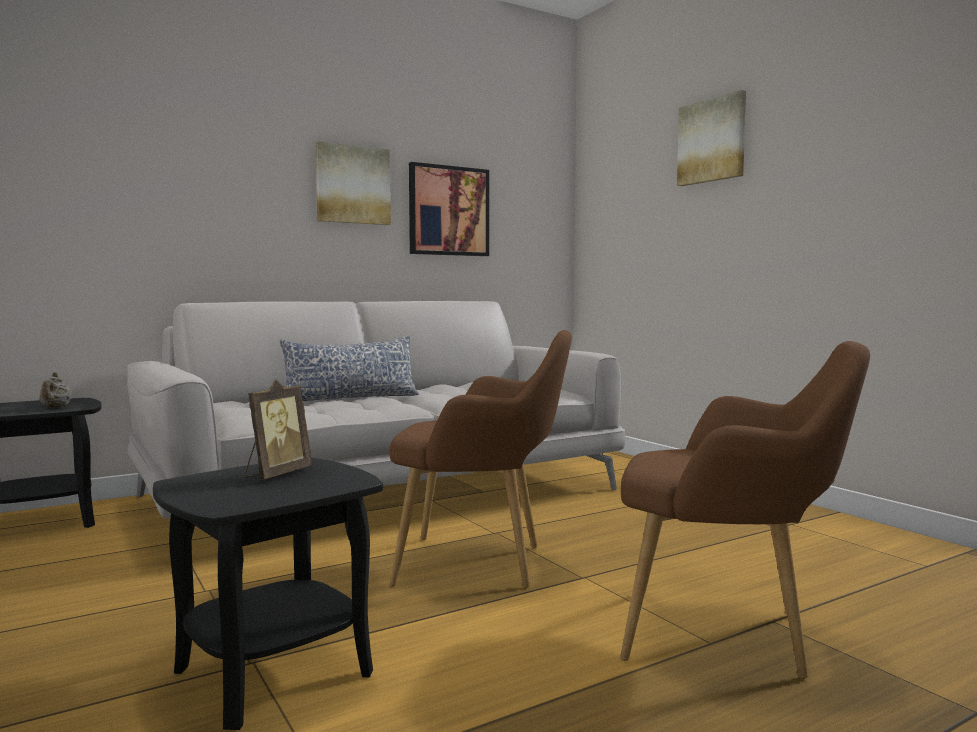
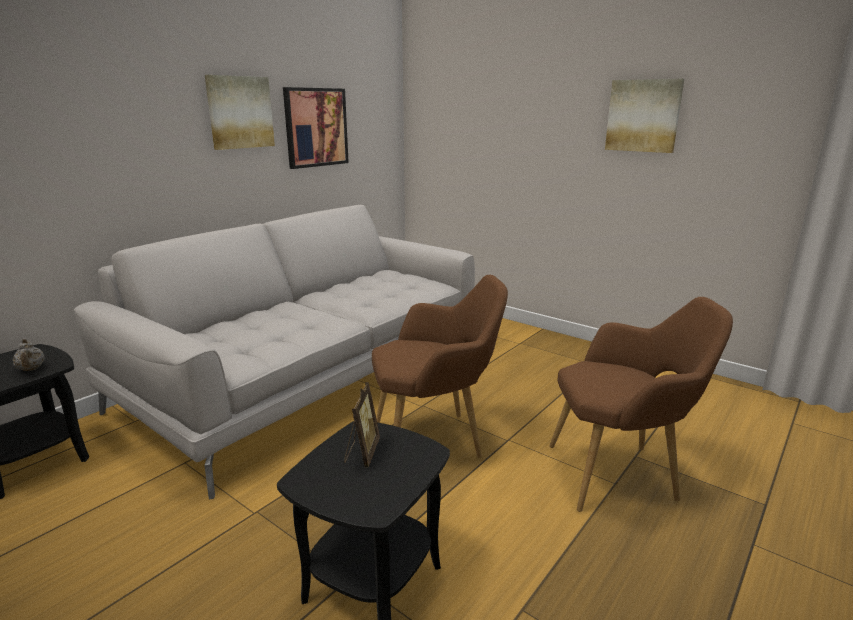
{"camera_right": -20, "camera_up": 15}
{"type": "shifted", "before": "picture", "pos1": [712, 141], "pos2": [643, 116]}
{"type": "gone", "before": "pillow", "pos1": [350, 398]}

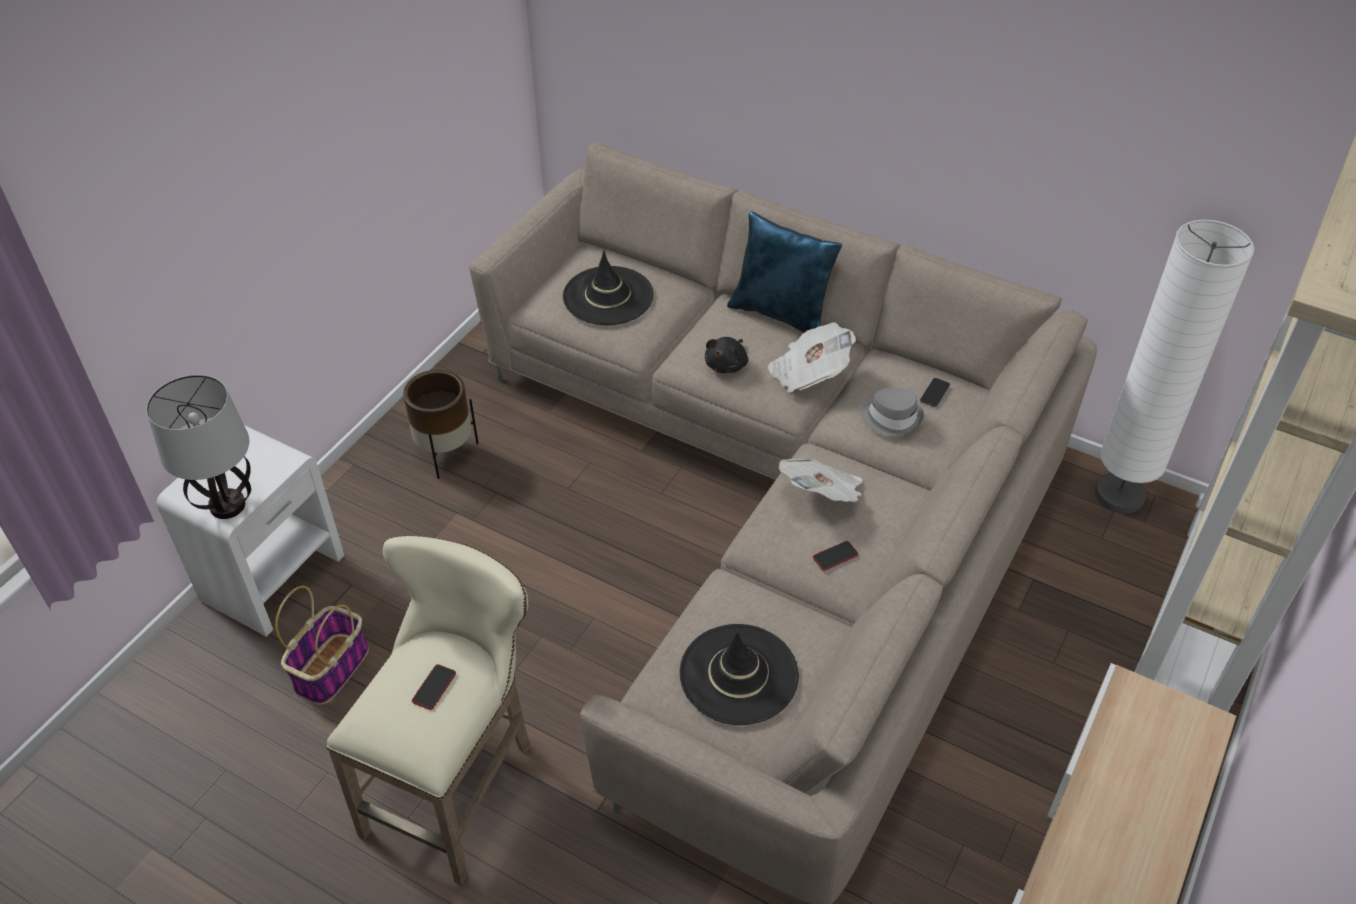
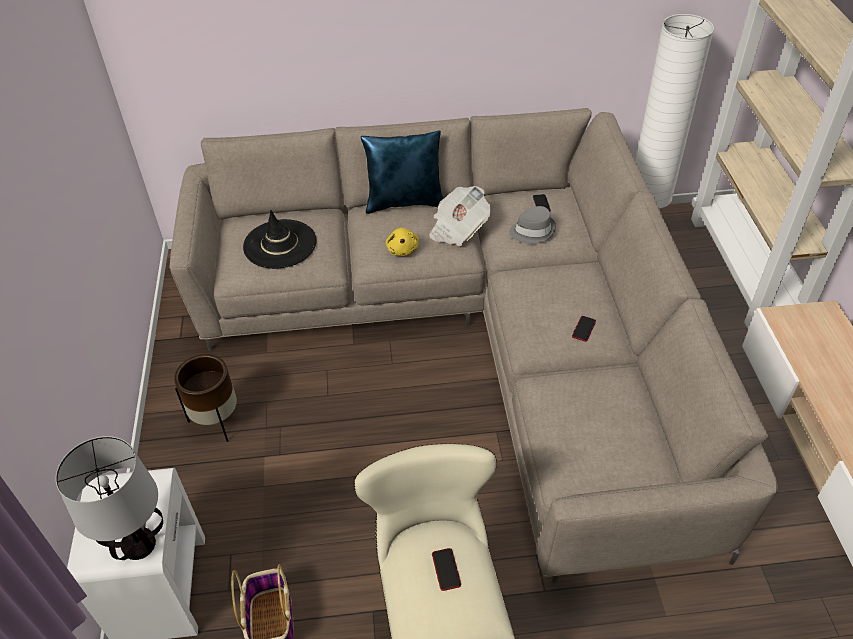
{"camera_right": -35, "camera_up": 0}
{"type": "repainted", "before": "plush toy (black)", "after": "plush toy (yellow)", "pos1": [727, 365], "pos2": [402, 249]}
{"type": "gone", "before": "newspaper", "pos1": [822, 494]}
{"type": "gone", "before": "hat (black)", "pos1": [738, 674]}

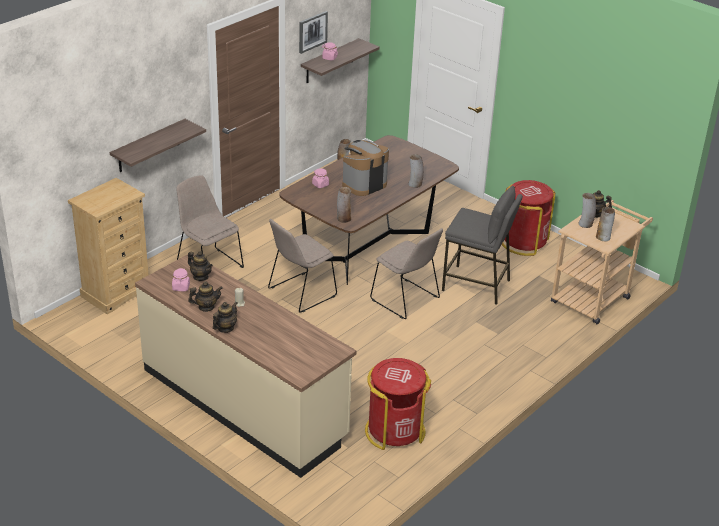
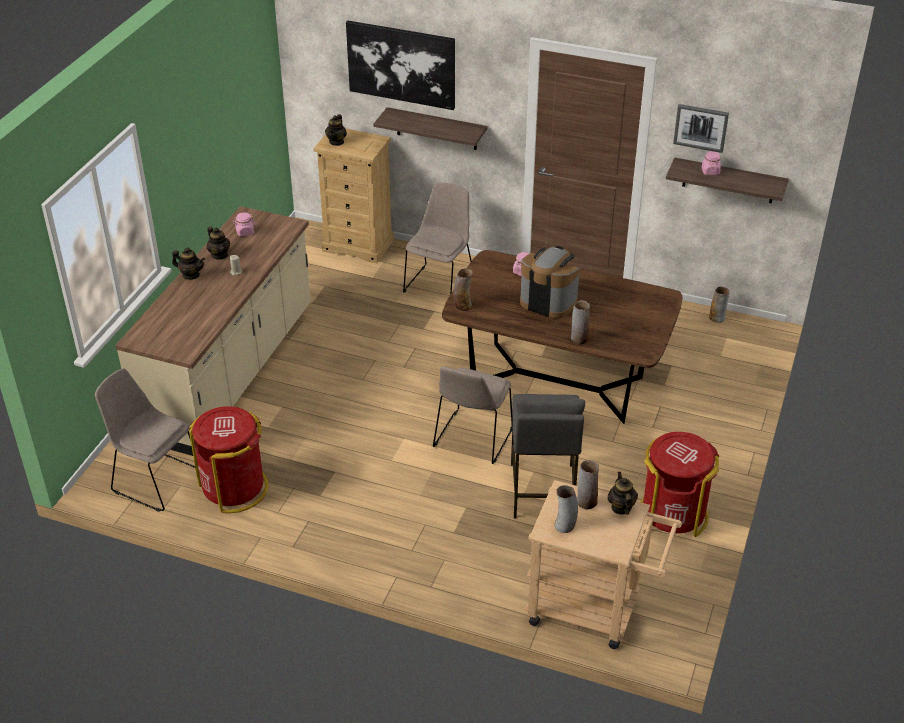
{"camera_right": 70, "camera_up": 5}
{"type": "shifted", "before": "chair (beige)", "pos1": [300, 293], "pos2": [155, 479]}
{"type": "shifted", "before": "teapot", "pos1": [201, 277], "pos2": [336, 142]}
{"type": "new", "after": "picture", "pos2": [401, 64]}

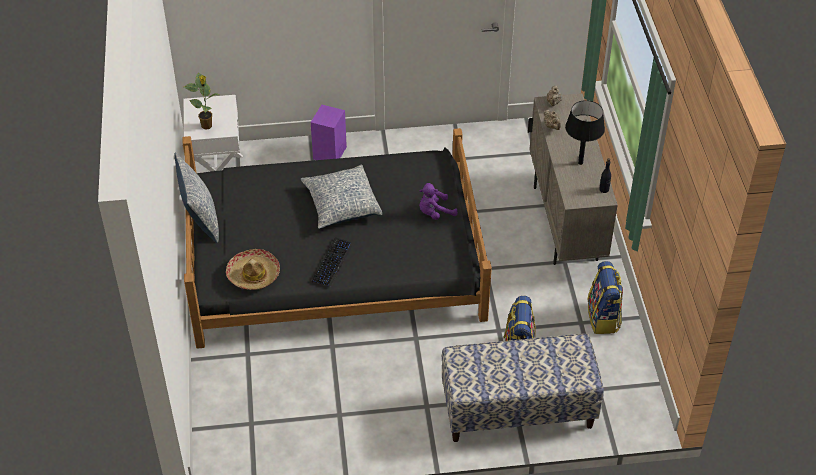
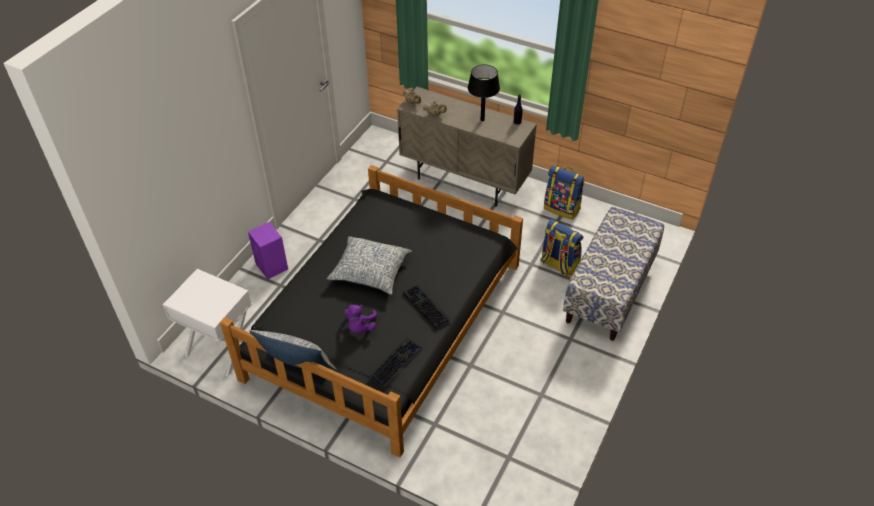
{"camera_right": -55, "camera_up": 0}
{"type": "gone", "before": "potted plant", "pos1": [207, 126]}
{"type": "shifted", "before": "plush toy (purple)", "pos1": [435, 213], "pos2": [360, 327]}
{"type": "swapped", "before": "hat", "after": "keyboard", "pos1": [253, 275], "pos2": [396, 363]}

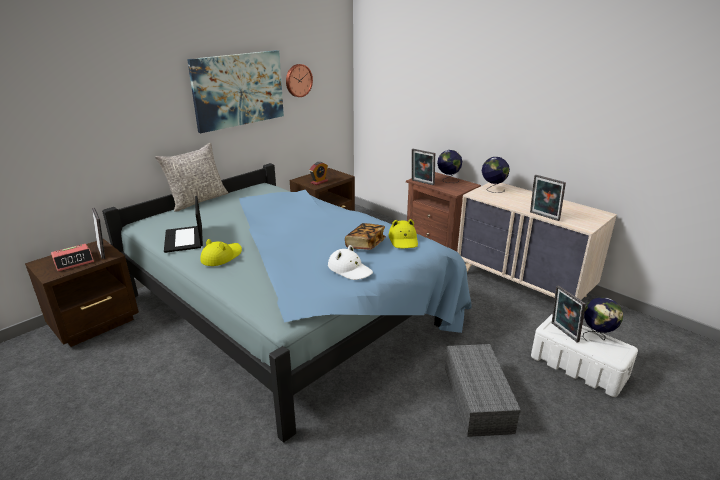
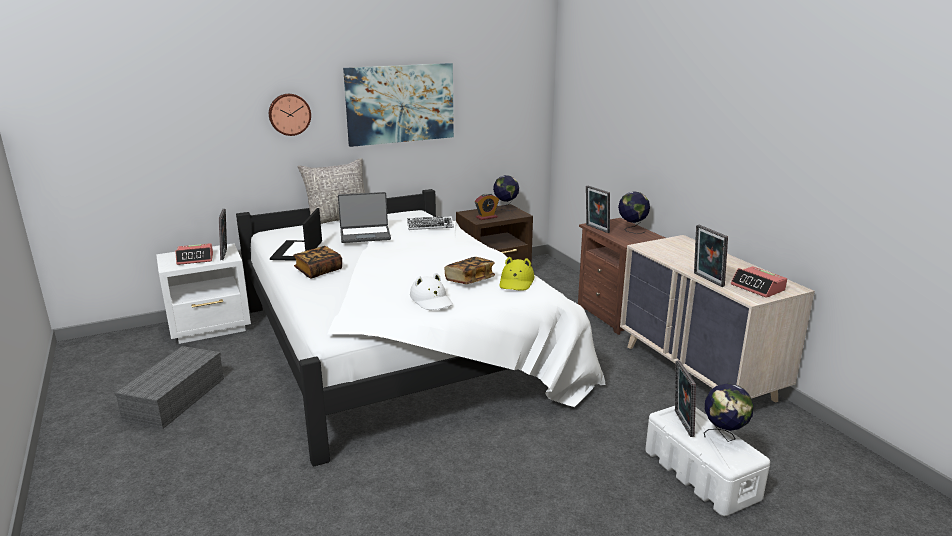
{"camera_right": 20, "camera_up": -5}
{"type": "shifted", "before": "wall clock", "pos1": [298, 80], "pos2": [289, 114]}
{"type": "shifted", "before": "globe", "pos1": [492, 189], "pos2": [505, 207]}
{"type": "repainted", "before": "bed (blue)", "after": "bed (white)", "pos1": [291, 309], "pos2": [402, 349]}
{"type": "repainted", "before": "nightstand (brown)", "after": "nightstand (white)", "pos1": [96, 323], "pos2": [211, 328]}
{"type": "swapped", "before": "hat (yellow)", "after": "book", "pos1": [221, 256], "pos2": [318, 271]}
{"type": "shifted", "before": "storage box (grey)", "pos1": [479, 400], "pos2": [175, 399]}
{"type": "new", "after": "laptop", "pos2": [365, 235]}
{"type": "new", "after": "keyboard", "pos2": [430, 226]}
{"type": "new", "after": "alarm clock", "pos2": [758, 288]}

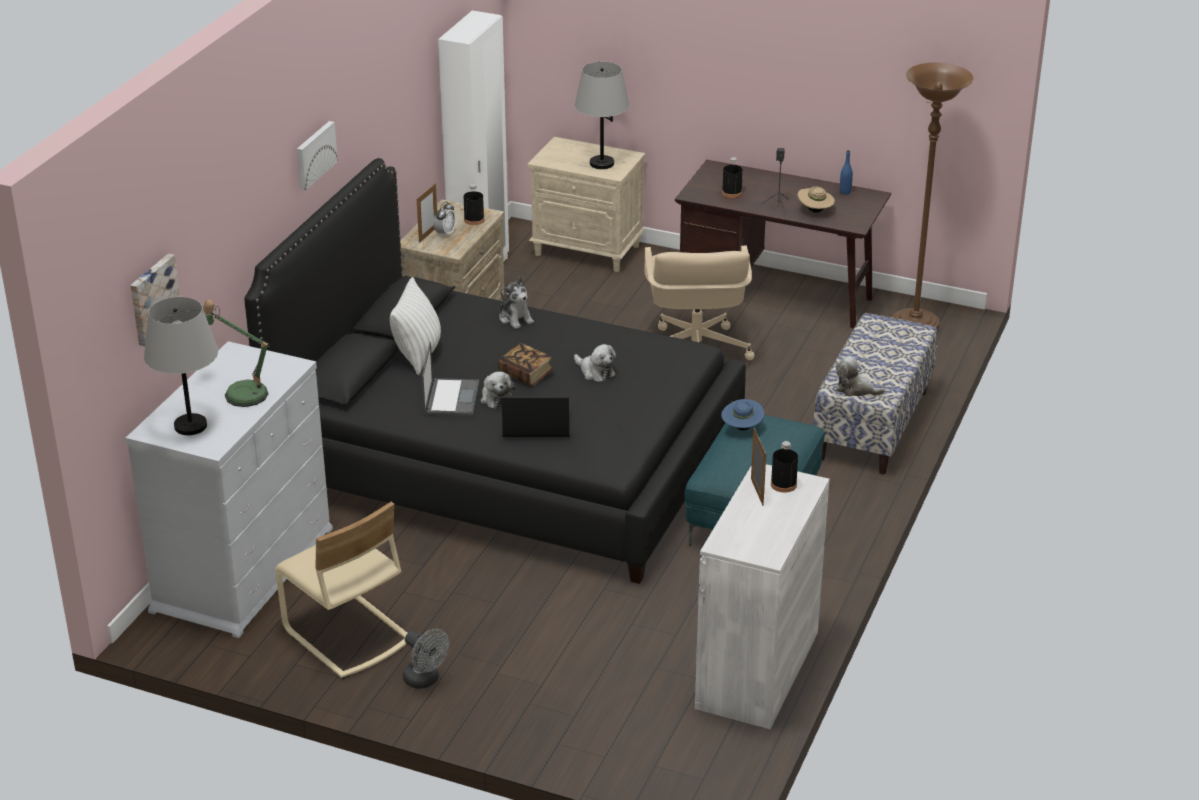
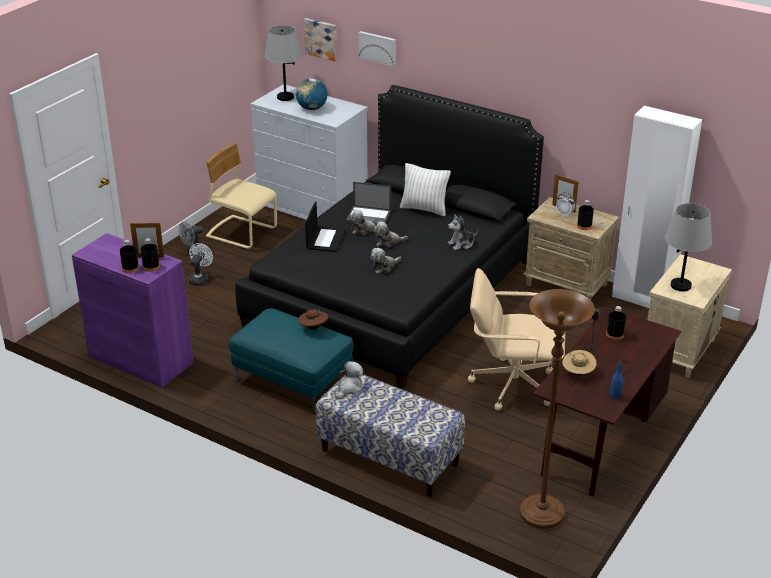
{"camera_right": 100, "camera_up": 0}
{"type": "shifted", "before": "picture", "pos1": [314, 154], "pos2": [378, 48]}
{"type": "swapped", "before": "table lamp", "after": "globe", "pos1": [240, 392], "pos2": [312, 108]}
{"type": "swapped", "before": "book", "after": "plush toy", "pos1": [526, 374], "pos2": [388, 242]}
{"type": "repainted", "before": "hat (blue)", "after": "hat (brown)", "pos1": [742, 428], "pos2": [313, 328]}
{"type": "repainted", "before": "cabinet (white)", "after": "cabinet (purple)", "pos1": [757, 670], "pos2": [141, 359]}
{"type": "rotated", "before": "chair (beige)", "pos1": [347, 636], "pos2": [242, 233], "turn": 60}
{"type": "new", "after": "bottle (black)", "pos2": [130, 268]}
{"type": "new", "after": "fan (white)", "pos2": [200, 279]}

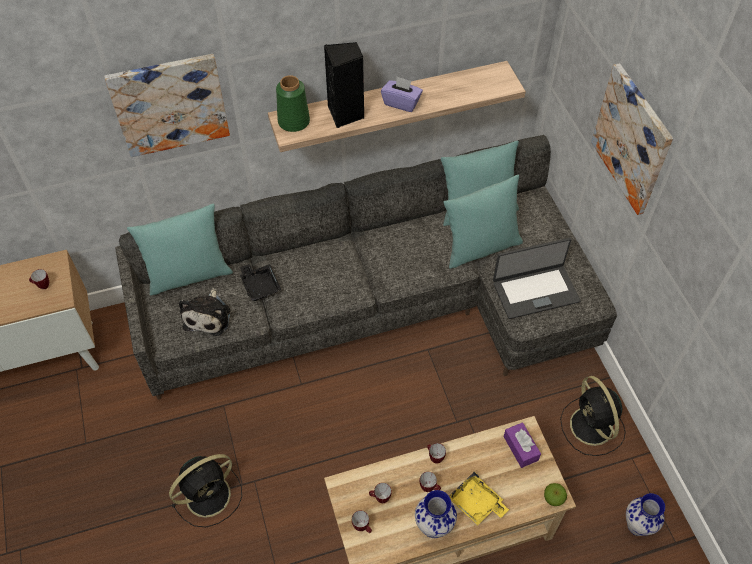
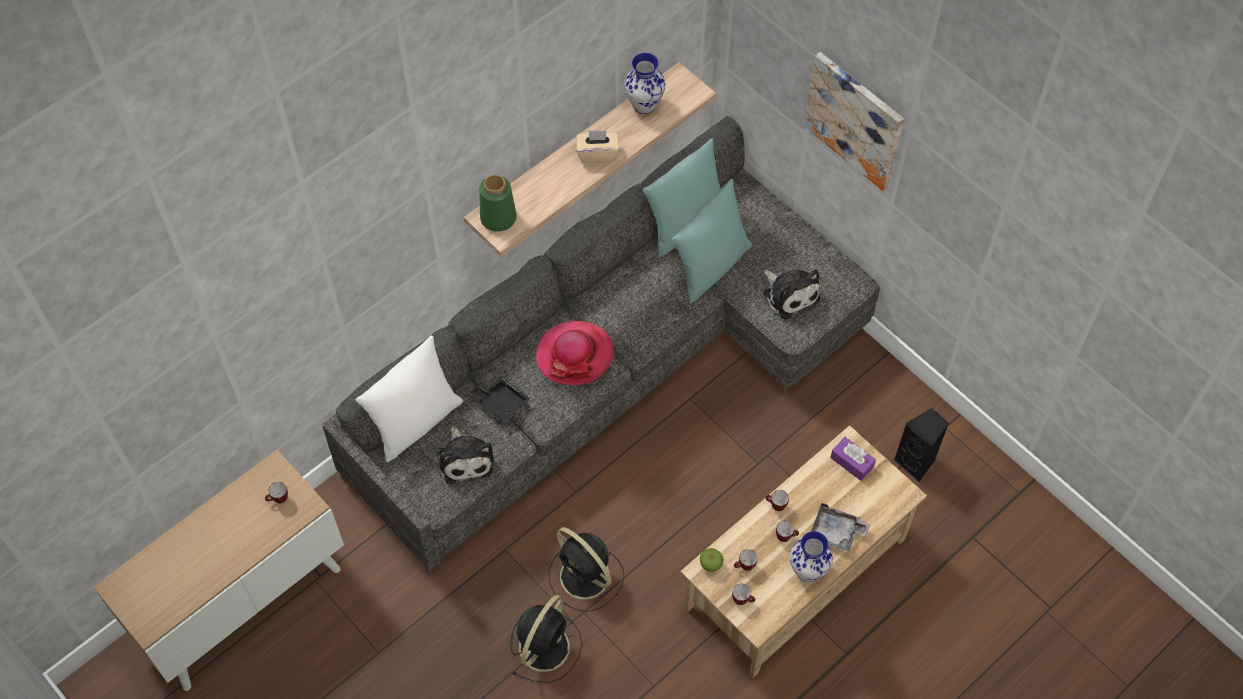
{"camera_right": -25, "camera_up": 5}
{"type": "shifted", "before": "speaker (black)", "pos1": [346, 114], "pos2": [916, 462]}
{"type": "gone", "before": "picture", "pos1": [169, 104]}
{"type": "repainted", "before": "tissue box (purple)", "after": "tissue box (beige)", "pos1": [401, 103], "pos2": [597, 153]}
{"type": "repainted", "before": "pillow (turquoise)", "after": "pillow (white)", "pos1": [189, 275], "pos2": [415, 422]}
{"type": "swapped", "before": "laptop", "after": "plush toy", "pos1": [535, 291], "pos2": [789, 294]}
{"type": "shifted", "before": "fan (black)", "pos1": [592, 427], "pos2": [586, 577]}
{"type": "repainted", "before": "tray (yellow)", "after": "tray (grey)", "pos1": [476, 503], "pos2": [836, 532]}
{"type": "shifted", "before": "apple", "pos1": [553, 499], "pos2": [710, 565]}
{"type": "shifted", "before": "vase", "pos1": [637, 525], "pos2": [643, 105]}
{"type": "new", "after": "hat", "pos2": [575, 355]}

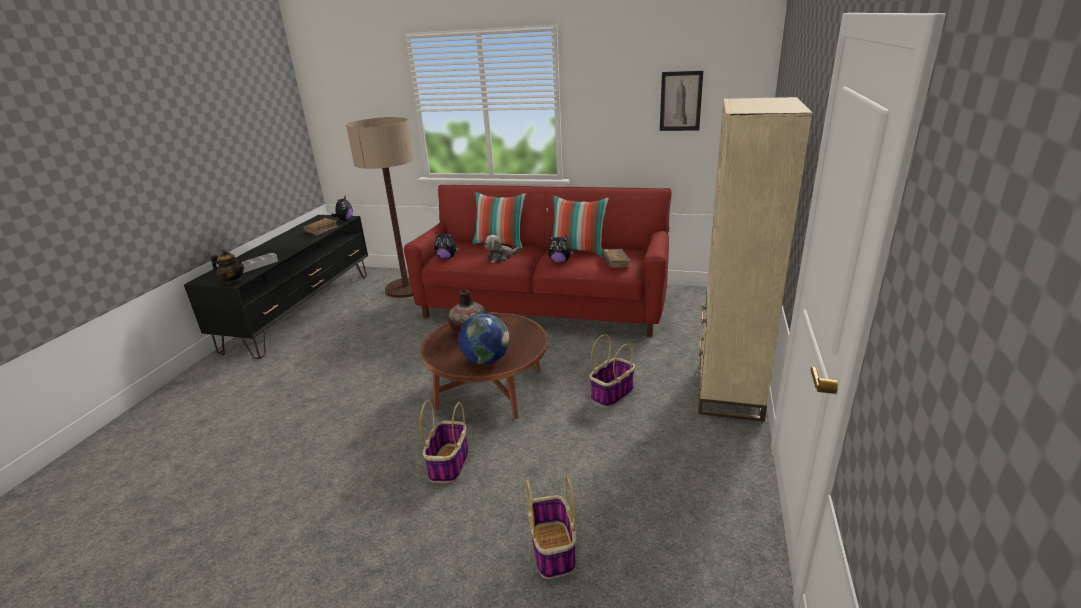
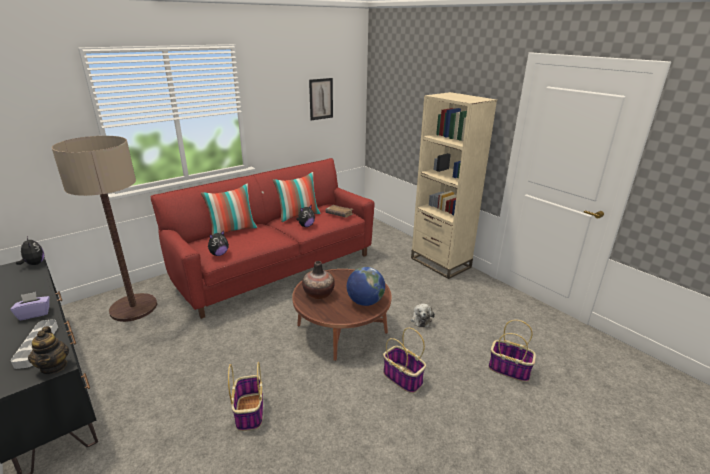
{"camera_right": -55, "camera_up": 0}
{"type": "gone", "before": "book (brown)", "pos1": [321, 230]}
{"type": "shifted", "before": "plush toy", "pos1": [501, 258], "pos2": [421, 319]}
{"type": "rotated", "before": "teapot", "pos1": [234, 281], "pos2": [54, 366], "turn": 105}
{"type": "shifted", "before": "basket", "pos1": [612, 393], "pos2": [249, 411]}
{"type": "new", "after": "tissue box (purple)", "pos2": [35, 313]}

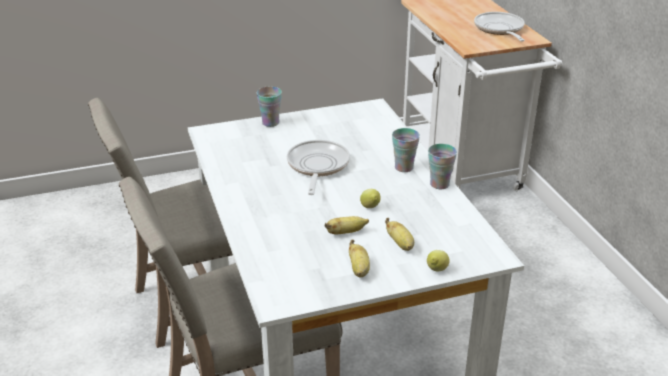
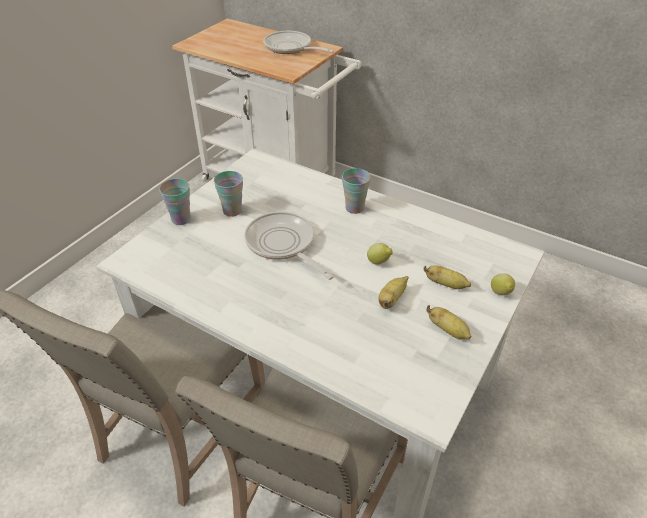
{"camera_right": -40, "camera_up": 10}
{"type": "shifted", "before": "cup", "pos1": [439, 184], "pos2": [232, 211]}

